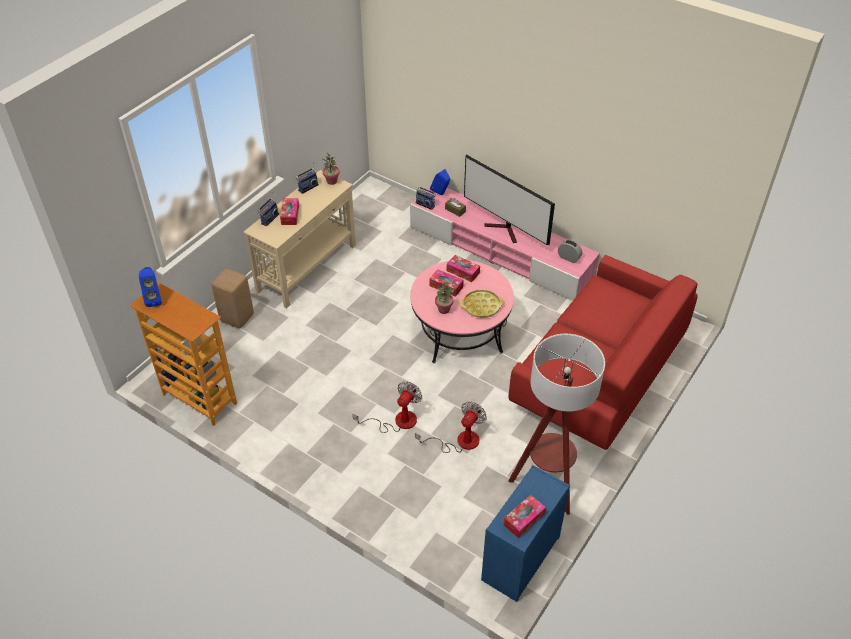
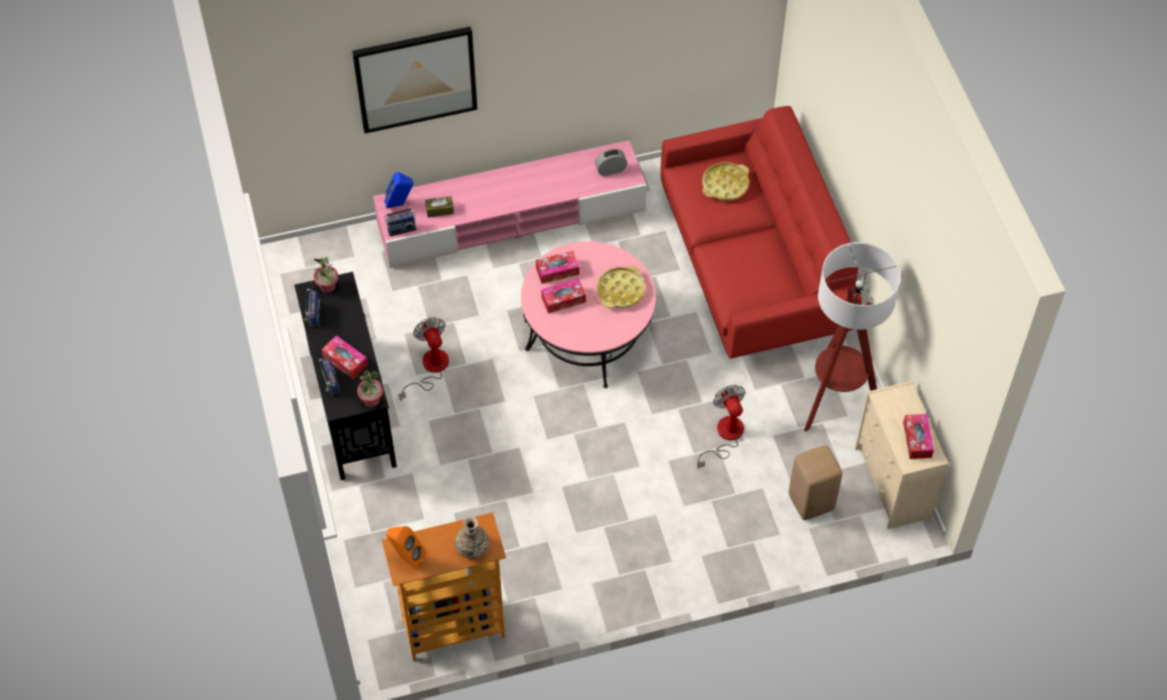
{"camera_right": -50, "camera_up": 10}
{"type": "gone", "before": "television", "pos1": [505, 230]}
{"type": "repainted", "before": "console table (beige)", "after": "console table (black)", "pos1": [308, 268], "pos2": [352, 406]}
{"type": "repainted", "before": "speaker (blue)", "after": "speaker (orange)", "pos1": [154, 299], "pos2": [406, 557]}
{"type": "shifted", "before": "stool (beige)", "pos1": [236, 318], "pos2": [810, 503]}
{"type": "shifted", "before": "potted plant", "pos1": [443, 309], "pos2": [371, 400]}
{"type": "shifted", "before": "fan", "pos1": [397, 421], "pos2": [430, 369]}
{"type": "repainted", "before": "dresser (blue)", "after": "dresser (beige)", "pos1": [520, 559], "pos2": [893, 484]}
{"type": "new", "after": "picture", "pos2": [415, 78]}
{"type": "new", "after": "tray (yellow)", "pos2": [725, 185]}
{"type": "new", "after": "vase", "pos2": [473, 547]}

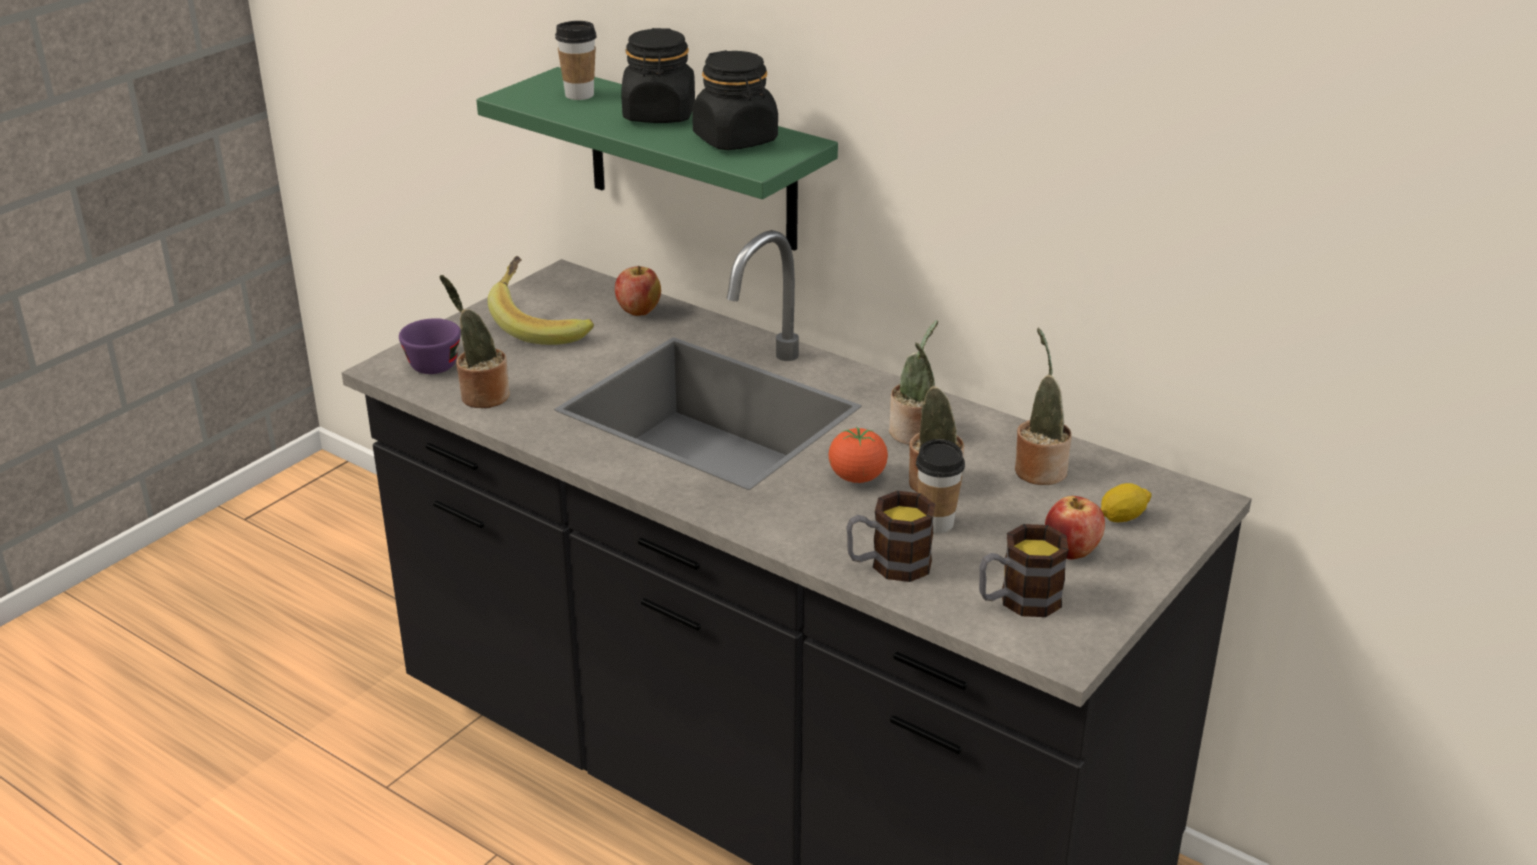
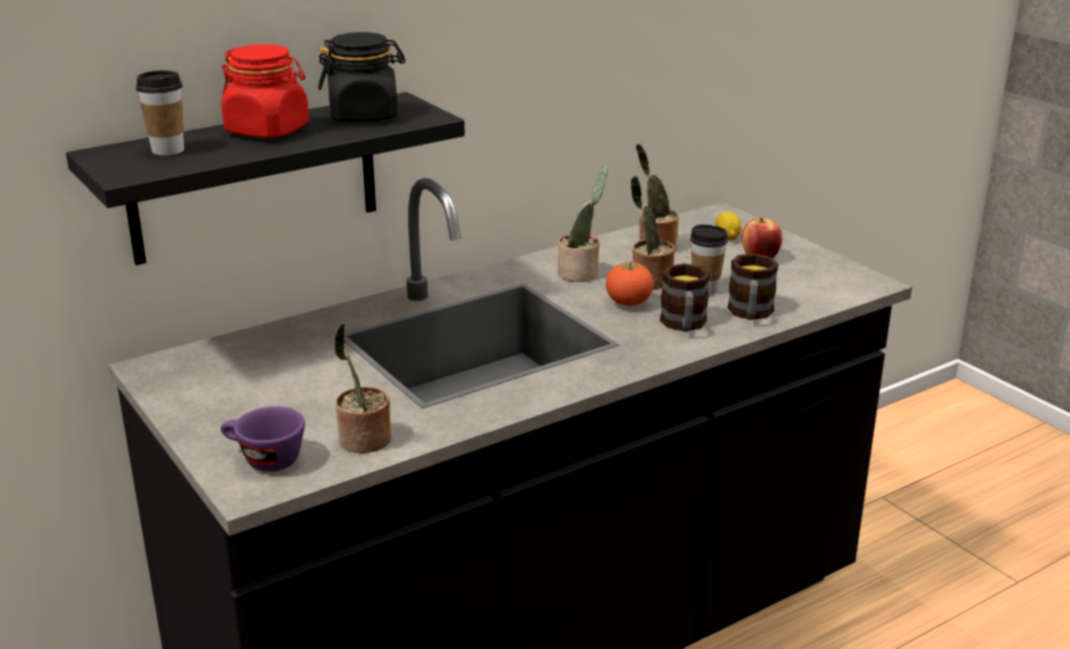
{"camera_right": -70, "camera_up": -5}
{"type": "repainted", "before": "jar (black)", "after": "jar (red)", "pos1": [659, 115], "pos2": [268, 130]}
{"type": "repainted", "before": "shelf (green)", "after": "shelf (black)", "pos1": [691, 160], "pos2": [254, 178]}
{"type": "gone", "before": "banana", "pos1": [542, 325]}
{"type": "gone", "before": "apple", "pos1": [638, 311]}
{"type": "shifted", "before": "mug", "pos1": [1018, 601], "pos2": [684, 325]}

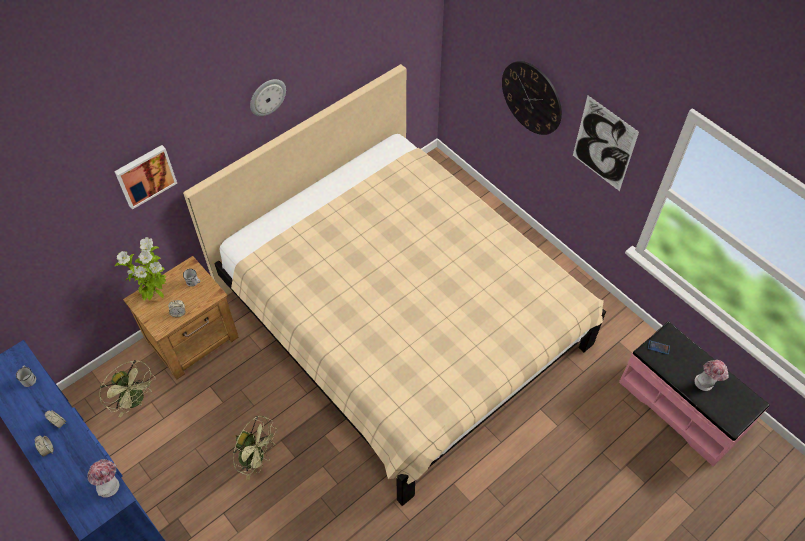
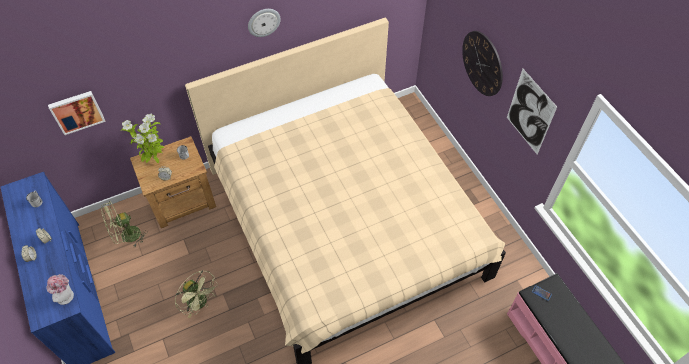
{"camera_right": 15, "camera_up": 0}
{"type": "shifted", "before": "picture", "pos1": [145, 175], "pos2": [77, 111]}
{"type": "rotated", "before": "fan (green)", "pos1": [136, 400], "pos2": [127, 237], "turn": 90}
{"type": "gone", "before": "hat", "pos1": [706, 384]}

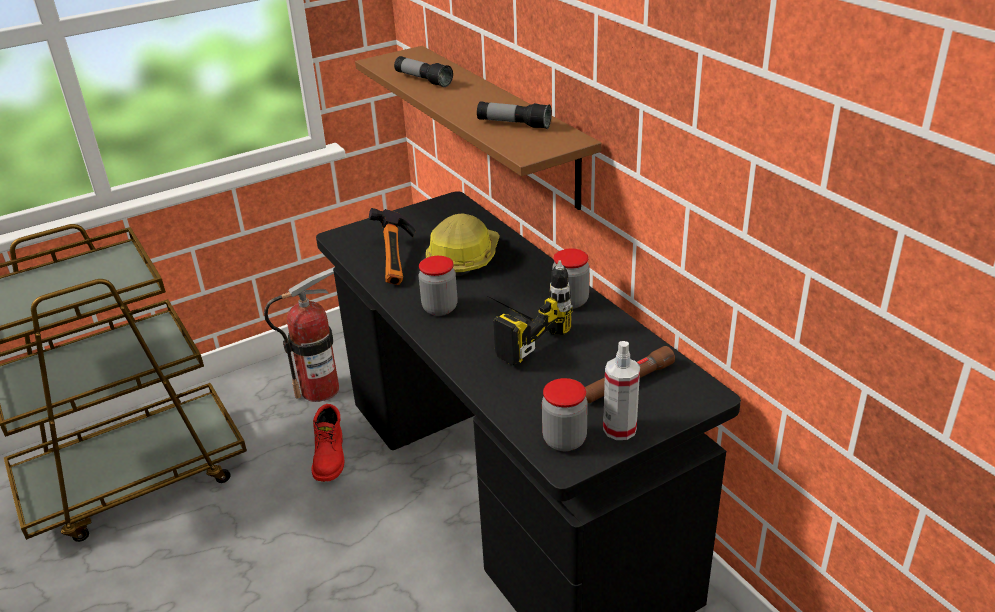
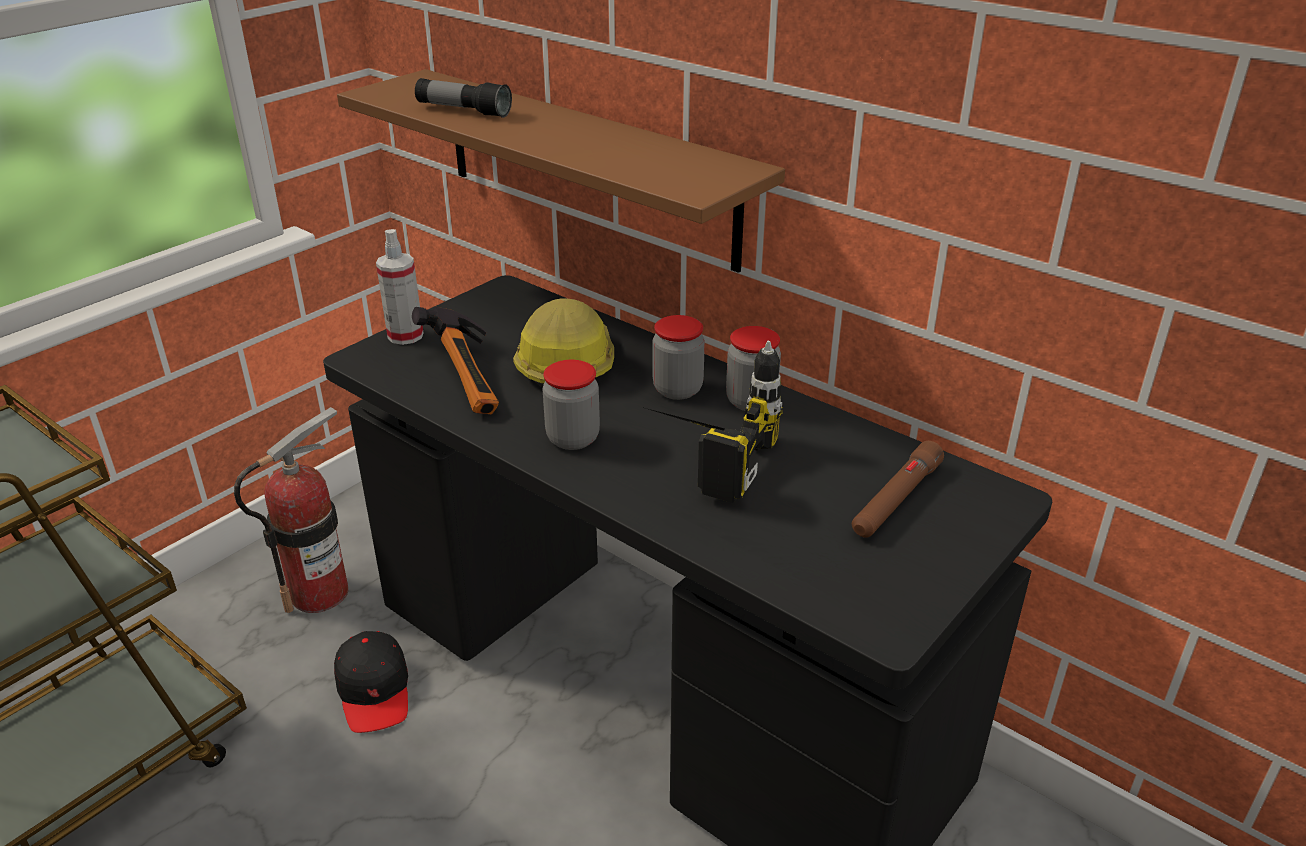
{"camera_right": -20, "camera_up": 0}
{"type": "gone", "before": "flashlight", "pos1": [514, 124]}
{"type": "shifted", "before": "spray bottle", "pos1": [619, 429], "pos2": [405, 335]}
{"type": "shifted", "before": "jar", "pos1": [564, 440], "pos2": [677, 389]}
{"type": "swapped", "before": "boot (red)", "after": "cap (black)", "pos1": [330, 458], "pos2": [374, 691]}

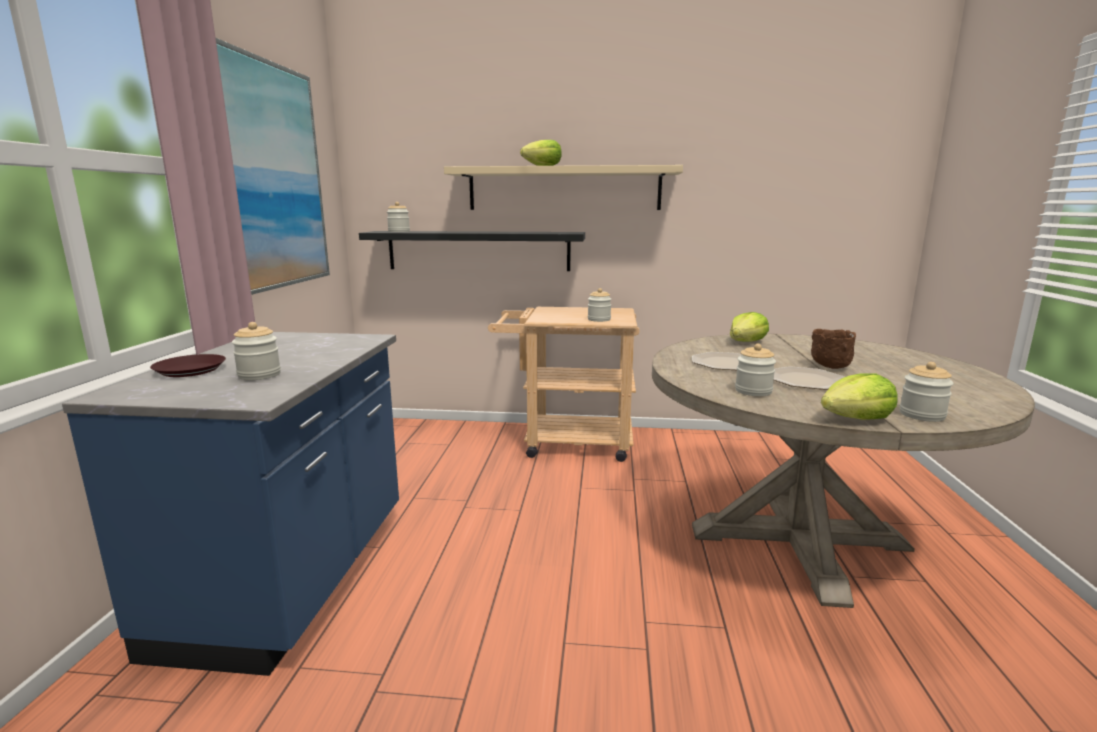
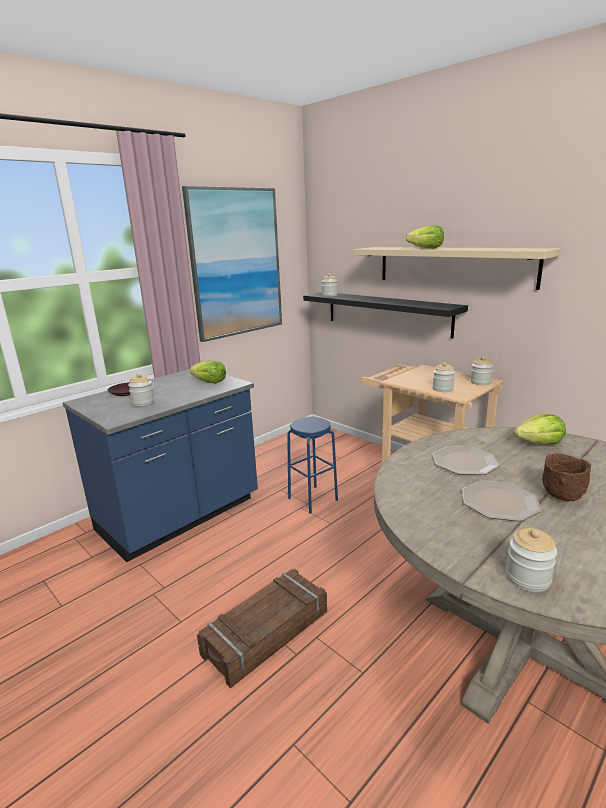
{"camera_right": 40, "camera_up": 5}
{"type": "shifted", "before": "jar", "pos1": [753, 391], "pos2": [480, 382]}
{"type": "shifted", "before": "lettuce", "pos1": [856, 419], "pos2": [209, 382]}
{"type": "new", "after": "stool (blue)", "pos2": [313, 499]}
{"type": "new", "after": "crate", "pos2": [265, 632]}

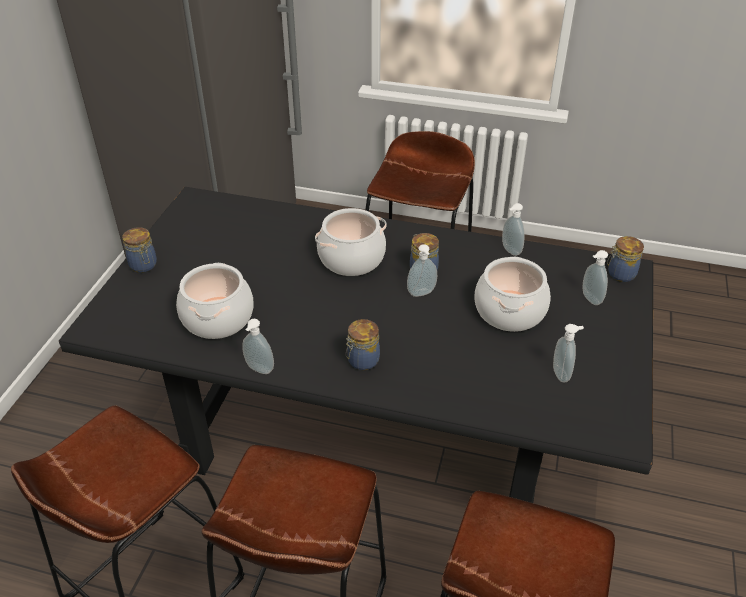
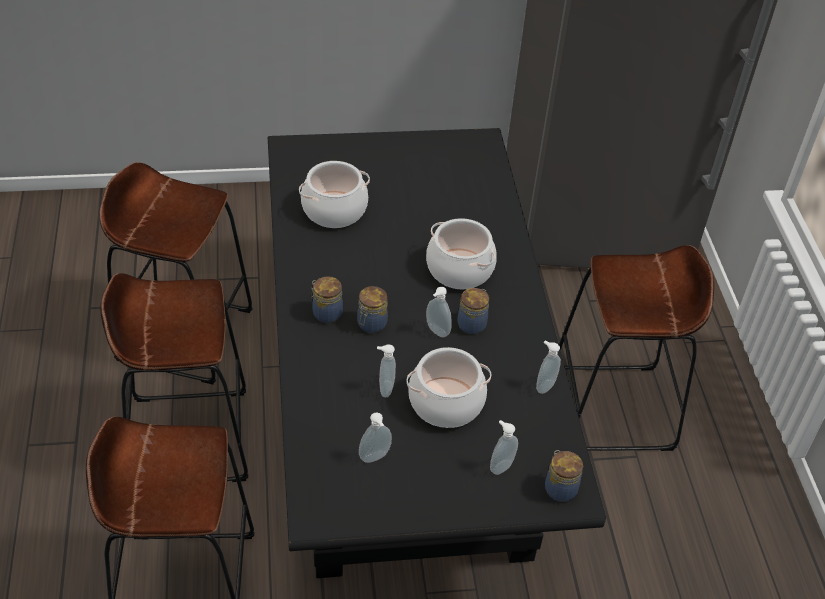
{"camera_right": 65, "camera_up": 5}
{"type": "shifted", "before": "jar", "pos1": [143, 266], "pos2": [371, 324]}
{"type": "shifted", "before": "soap dispenser", "pos1": [258, 370], "pos2": [384, 388]}

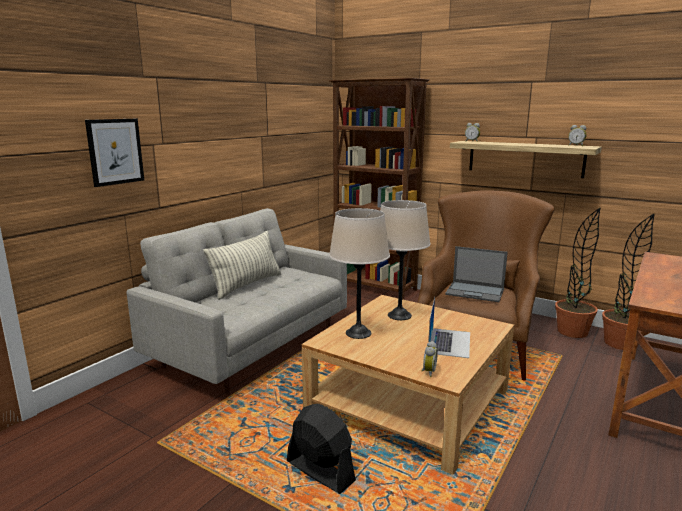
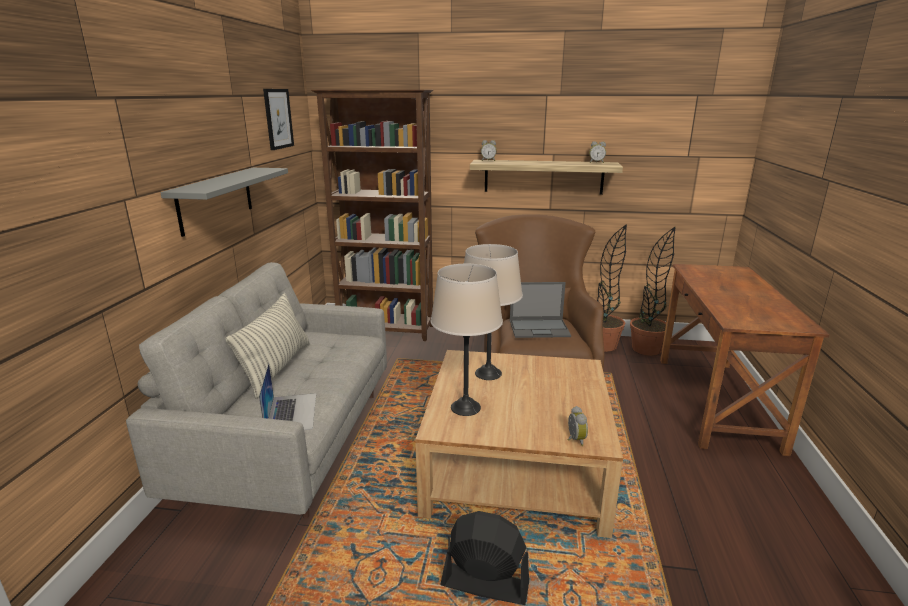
{"camera_right": -25, "camera_up": 5}
{"type": "shifted", "before": "picture", "pos1": [115, 151], "pos2": [278, 118]}
{"type": "shifted", "before": "laptop", "pos1": [449, 342], "pos2": [291, 412]}
{"type": "new", "after": "shelf (grey)", "pos2": [216, 199]}

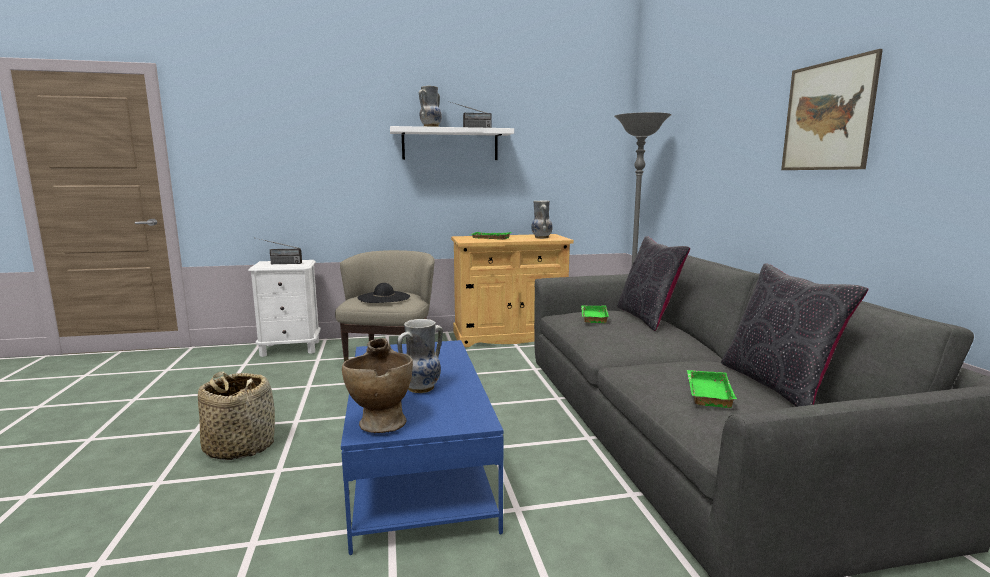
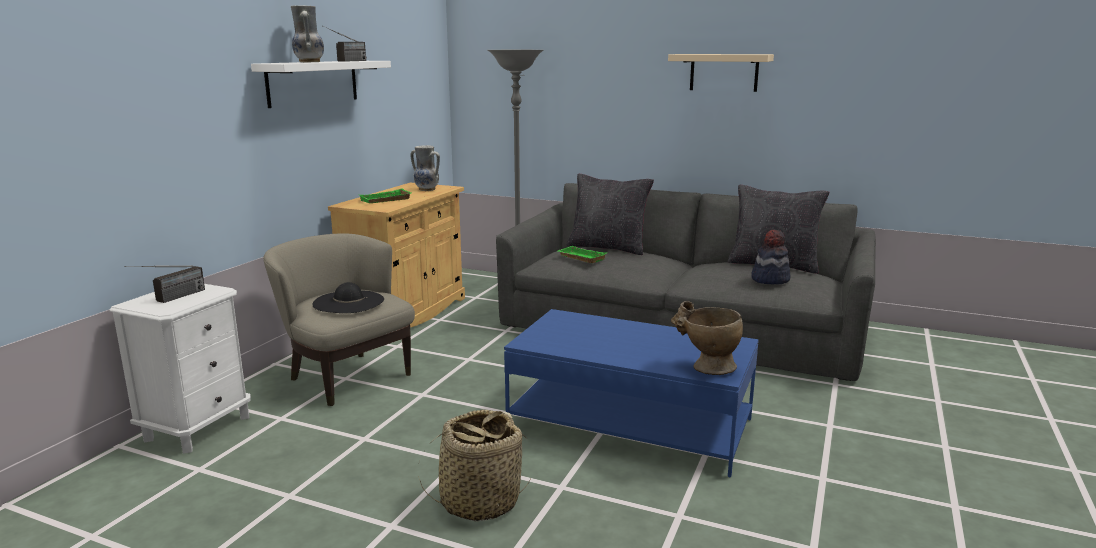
{"camera_right": -55, "camera_up": 5}
{"type": "swapped", "before": "picture", "after": "shelf (beige)", "pos1": [827, 116], "pos2": [724, 72]}
{"type": "gone", "before": "vase", "pos1": [421, 389]}
{"type": "swapped", "before": "tray (green)", "after": "hat", "pos1": [706, 392], "pos2": [769, 279]}

